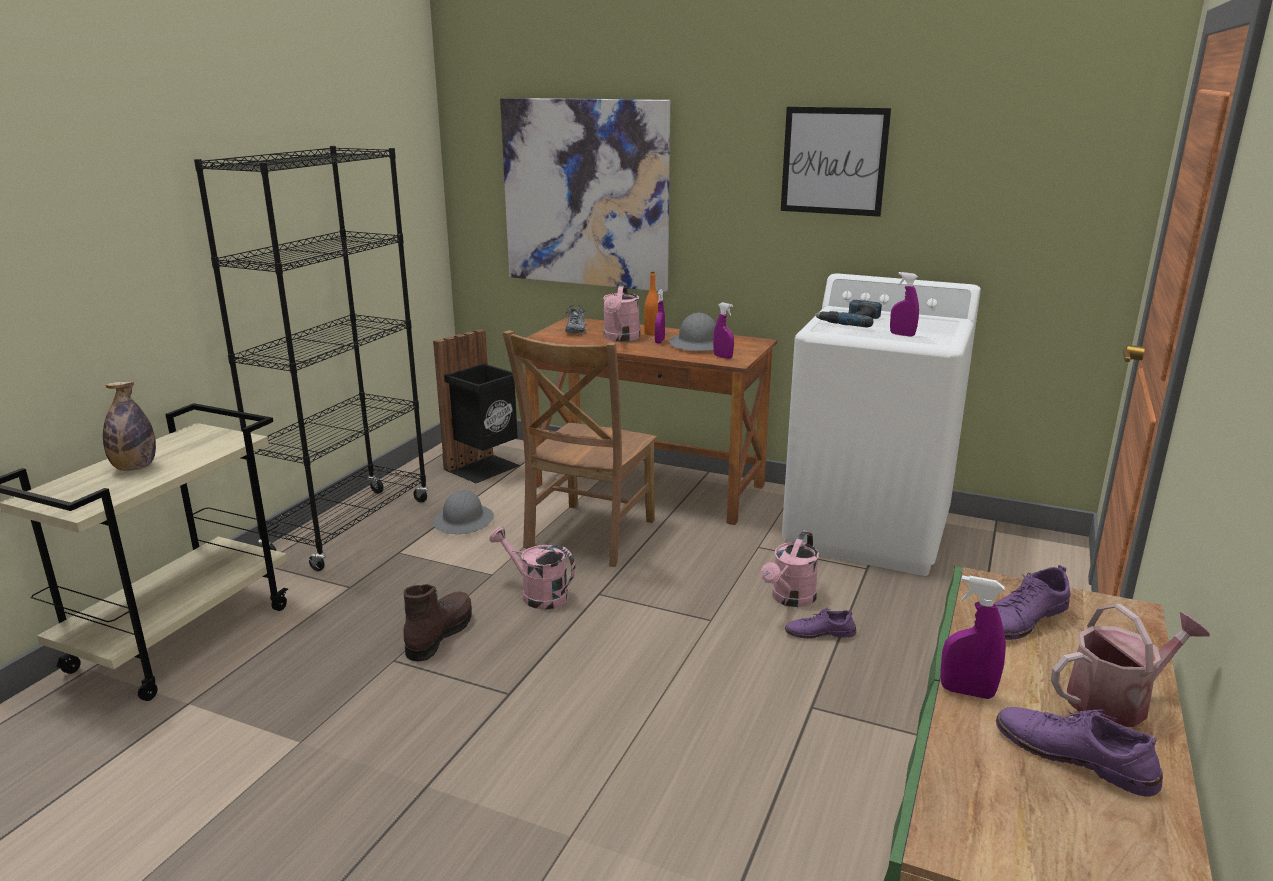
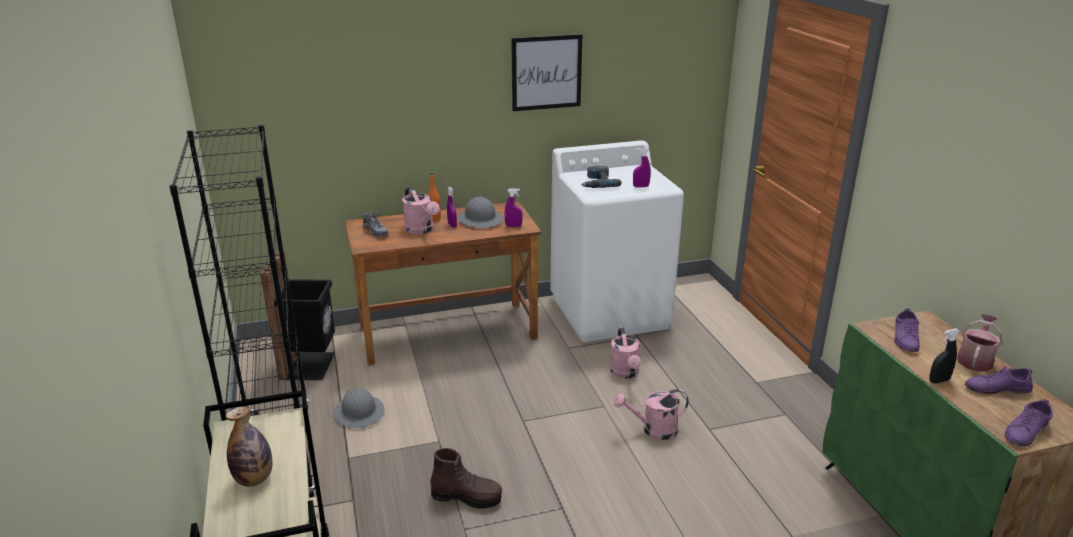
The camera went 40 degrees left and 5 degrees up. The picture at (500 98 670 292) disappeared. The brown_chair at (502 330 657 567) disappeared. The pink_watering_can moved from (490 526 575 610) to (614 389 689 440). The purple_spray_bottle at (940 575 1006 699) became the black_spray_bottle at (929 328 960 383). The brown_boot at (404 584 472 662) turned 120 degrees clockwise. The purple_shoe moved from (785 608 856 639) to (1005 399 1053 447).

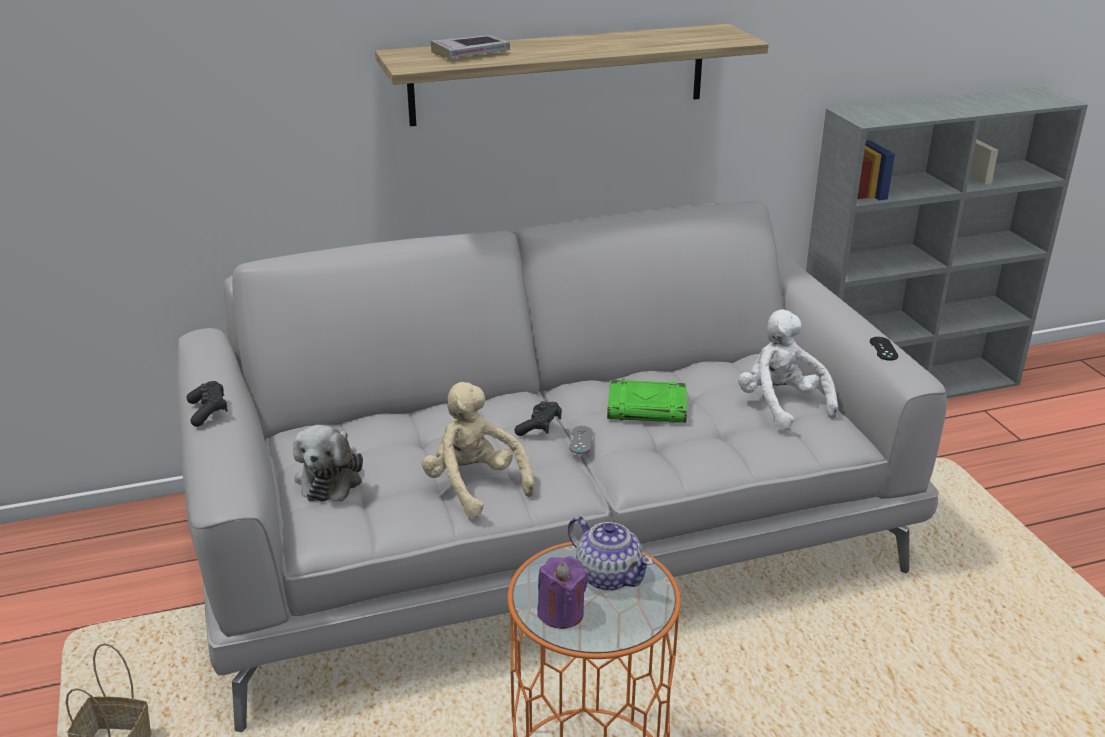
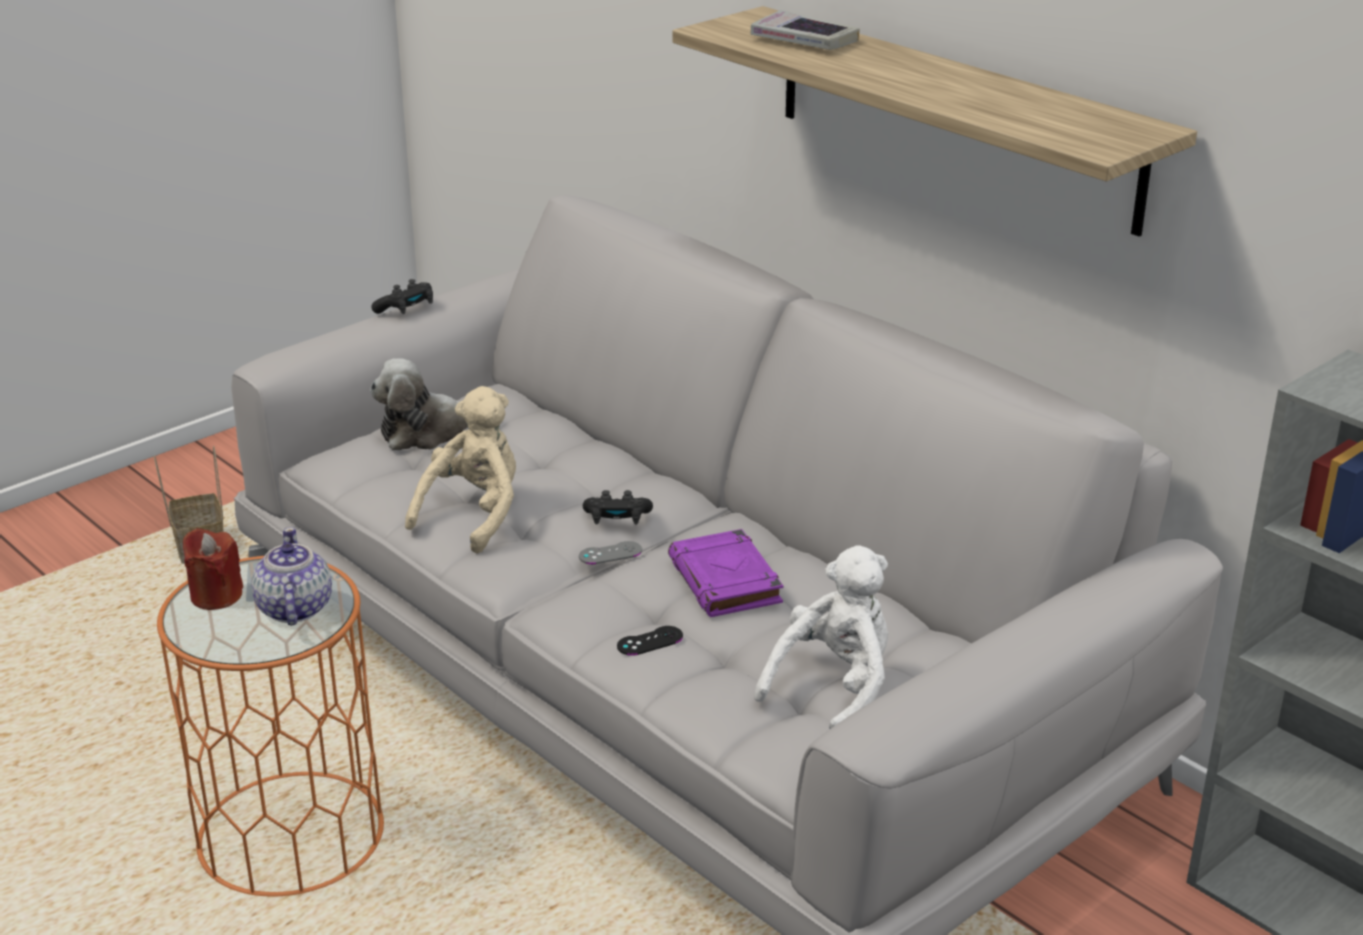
The camera went 65 degrees right and 0 degrees up. The black_game_controller moved from (870 337 898 361) to (617 626 683 656). The green_book at (607 379 687 423) became the purple_book at (668 529 783 617). The teapot at (568 516 654 591) turned 150 degrees clockwise. The purple_candle at (537 556 588 629) became the red_candle at (183 528 243 610).

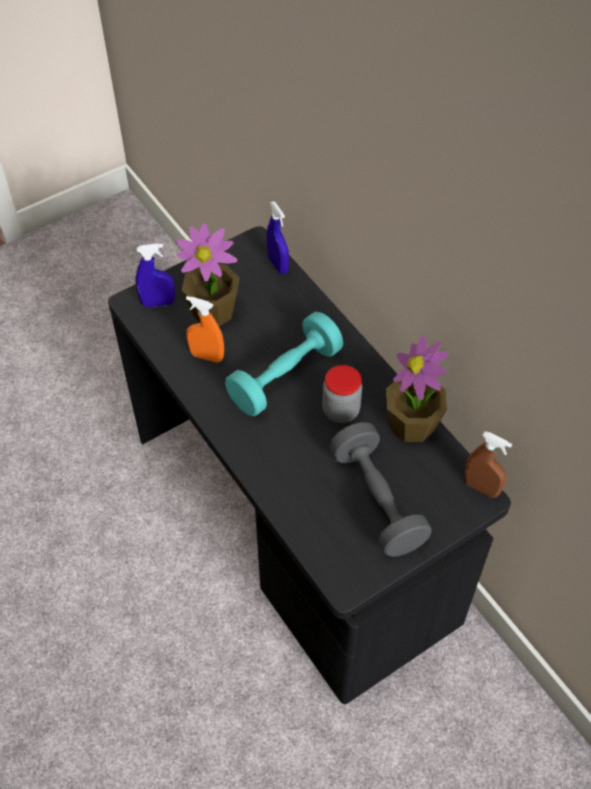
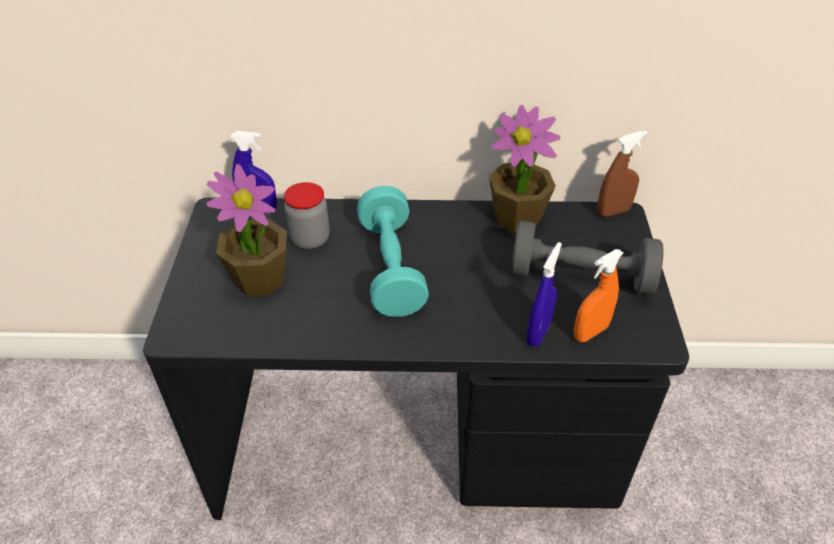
The camera went 55 degrees left and 10 degrees down. The blue_spray_bottle moved from (136 243 175 307) to (527 242 562 347). The orange_spray_bottle moved from (186 296 224 363) to (574 249 623 342). The jar moved from (322 365 362 423) to (284 182 330 249).

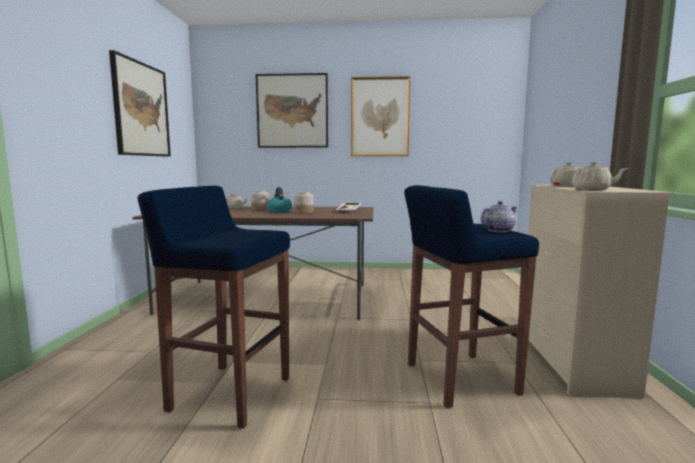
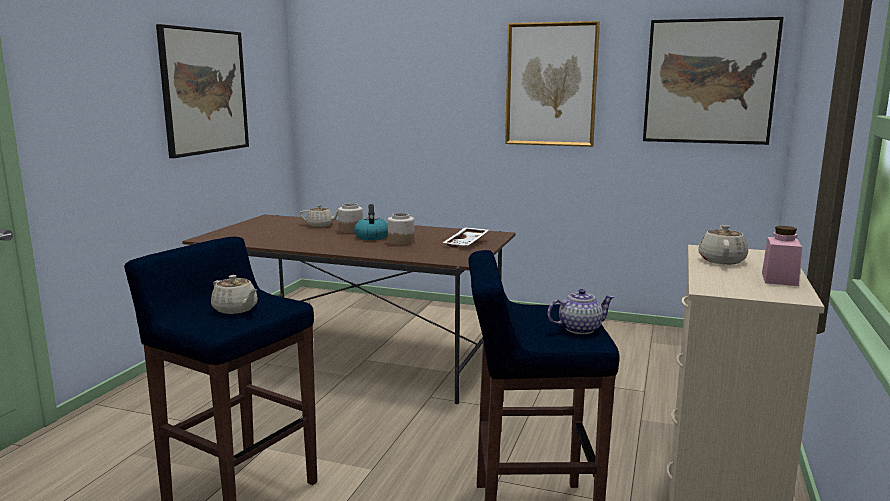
The camera went 15 degrees right and 5 degrees up. The picture moved from (256 73 328 148) to (643 17 784 145). The beige_teapot moved from (563 162 628 190) to (211 275 258 314). The pink_jar at (762 226 802 286) appeared.

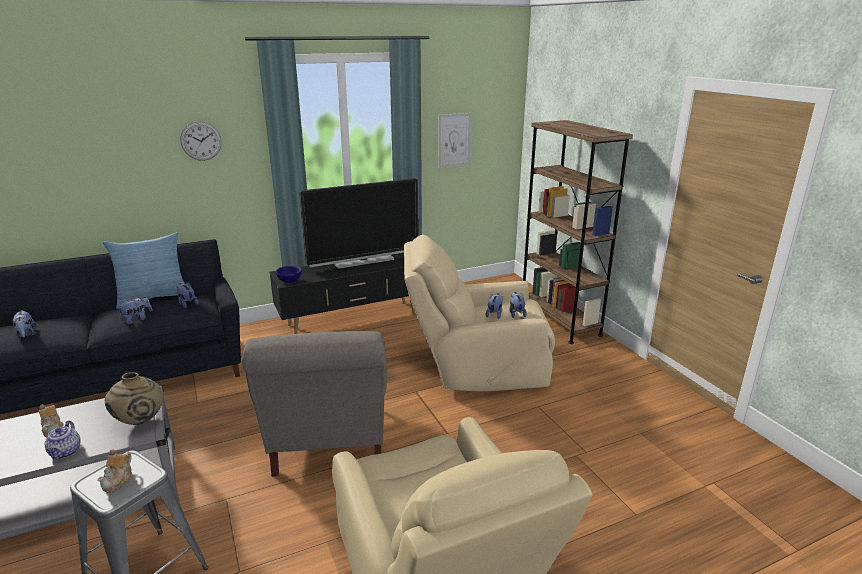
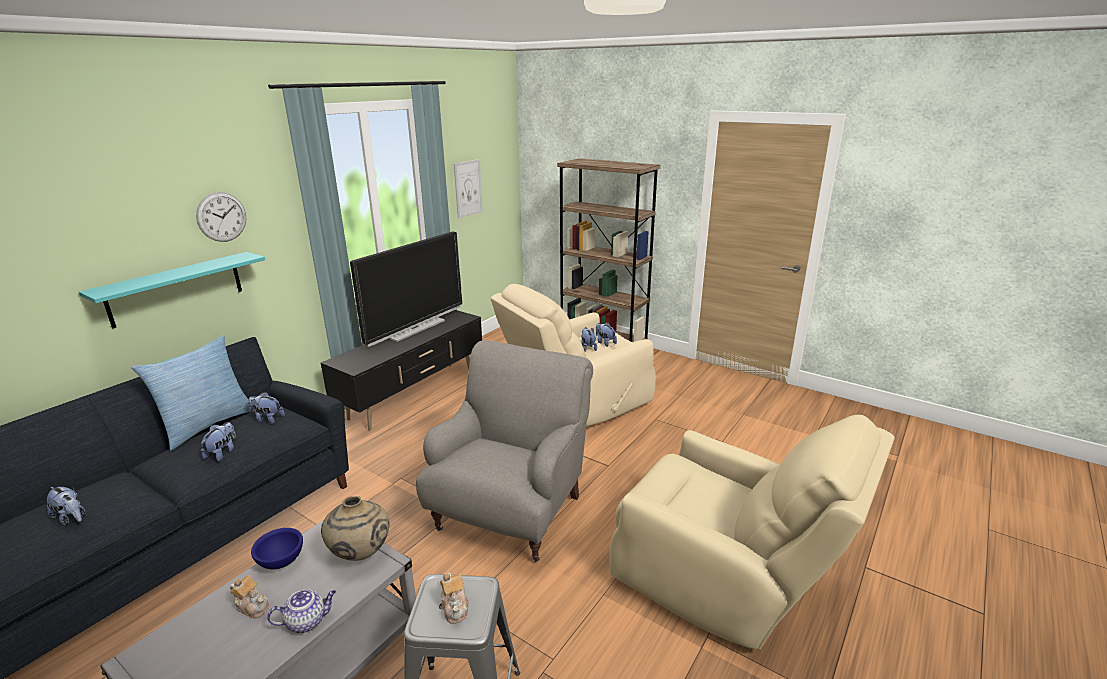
The camera went 30 degrees left and 0 degrees up. The blue_bowl moved from (276 266 302 283) to (251 528 303 569). The grey_armchair at (242 331 387 477) turned 120 degrees counterclockwise. The teapot at (44 421 81 460) turned 75 degrees counterclockwise. The turquoise_shelf at (79 252 265 328) appeared.

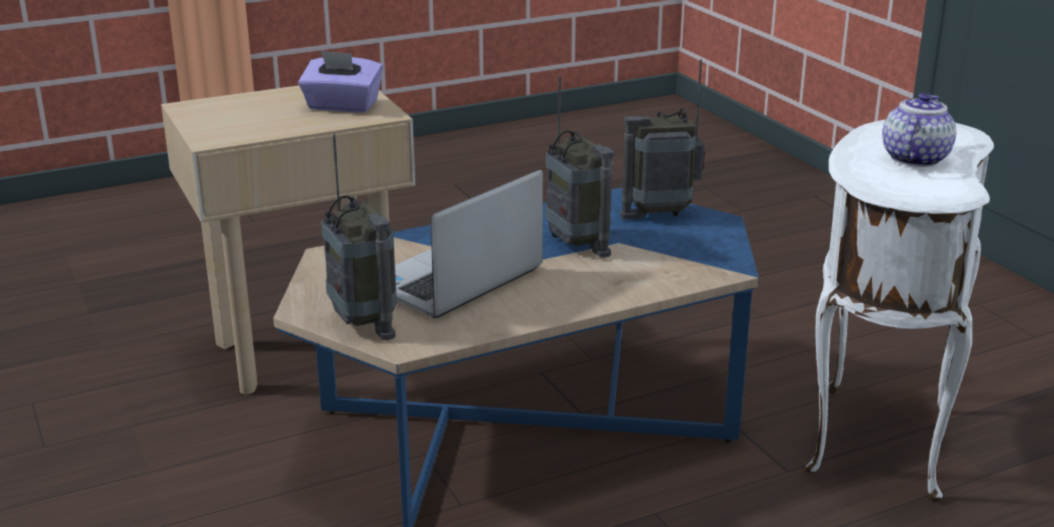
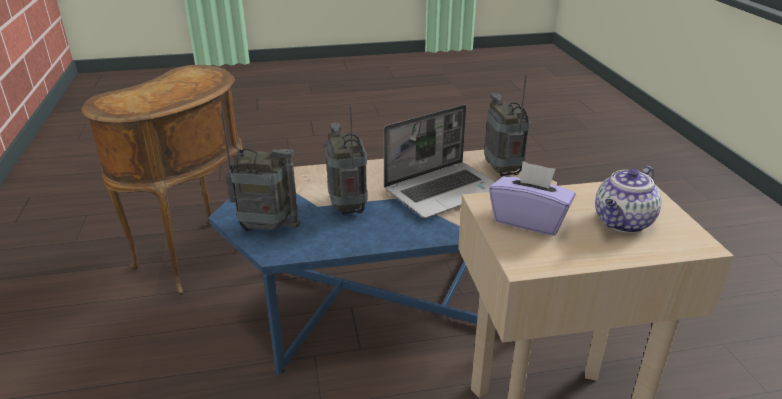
The camera went 165 degrees left and 5 degrees up. The teapot moved from (882 93 956 167) to (595 166 662 233). The white_side_table at (805 120 994 502) became the brown_side_table at (81 65 243 295).

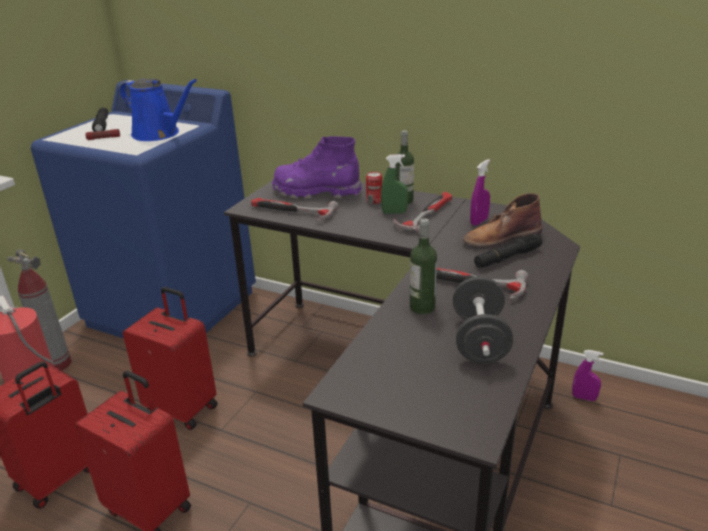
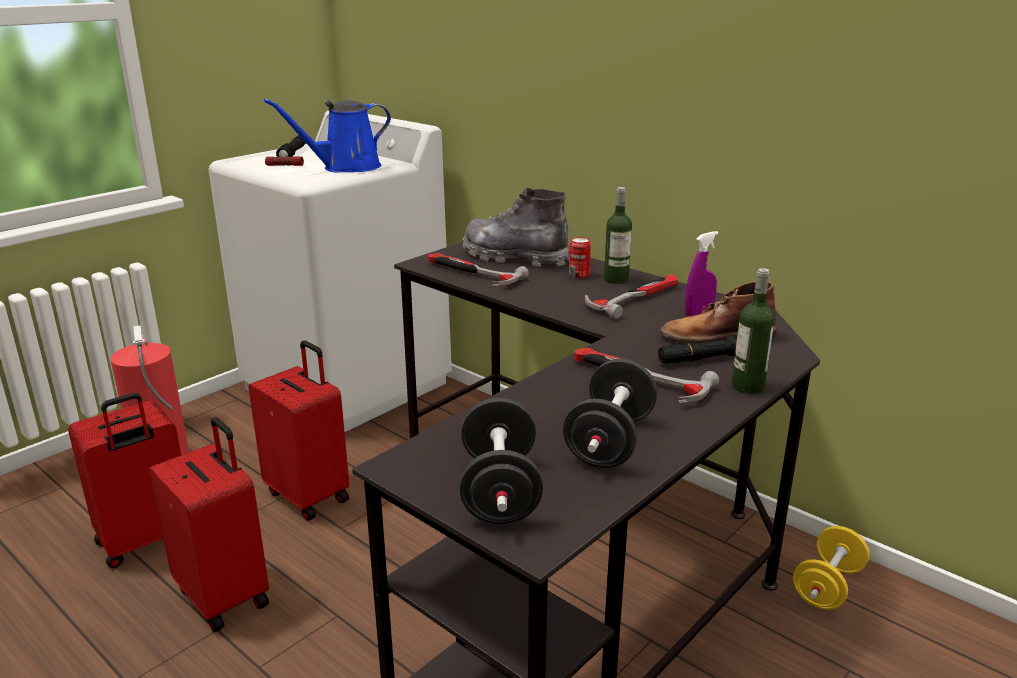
The camera went 15 degrees right and 5 degrees down. The blue_watering_can at (119 78 197 141) turned 105 degrees clockwise. The blue_washing_machine at (31 80 256 338) became the white_washing_machine at (208 110 452 432). The purple_boot at (272 136 362 199) became the grey_boot at (462 187 570 267). The green_spray_bottle at (381 154 408 214) disappeared. The bottle moved from (410 218 437 314) to (731 268 775 394). The fire_extinguisher at (7 249 72 371) disappeared. The purple_spray_bottle at (572 350 603 401) was replaced by the yellow_dumbbell at (793 526 870 610). The black_dumbbell at (460 398 543 524) appeared.

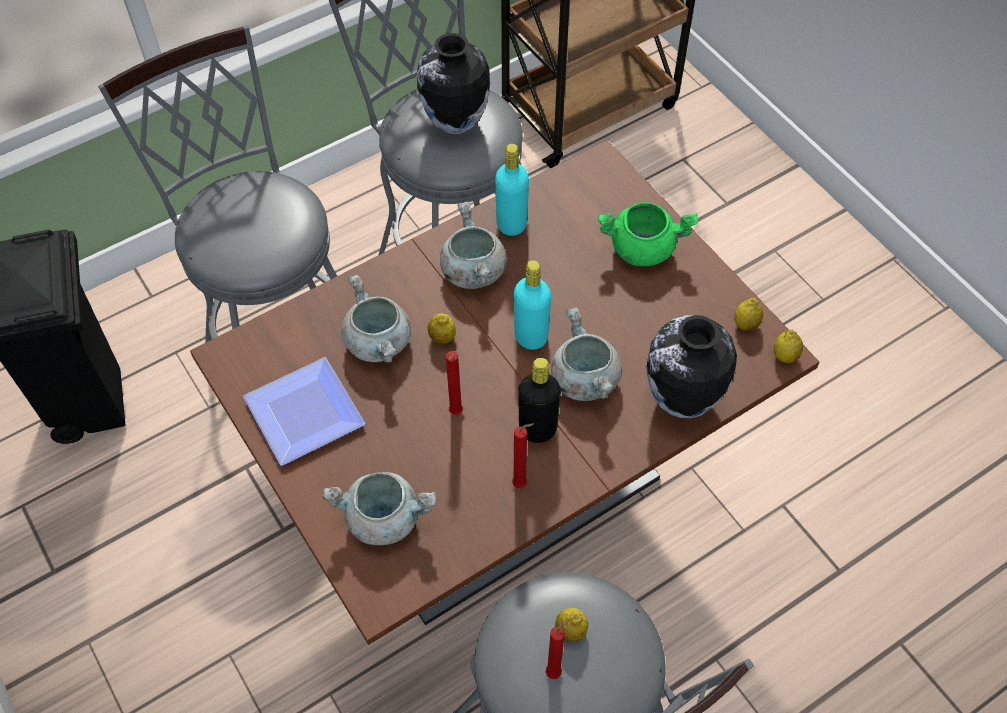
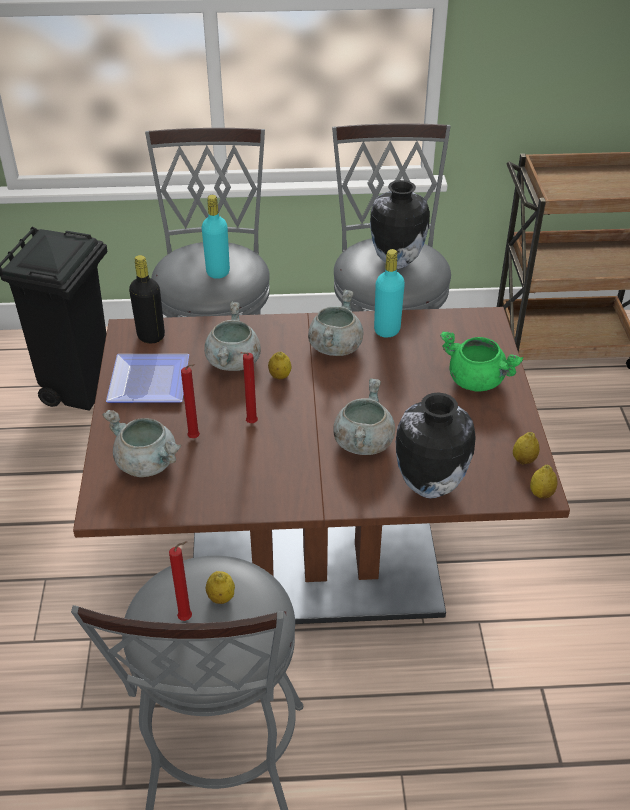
The camera went 30 degrees right and 15 degrees down. The turquoise_bottle moved from (514 260 551 350) to (202 195 230 279). The black_bottle moved from (518 358 561 443) to (129 255 165 343). The red_candle moved from (512 423 534 488) to (181 364 200 438).

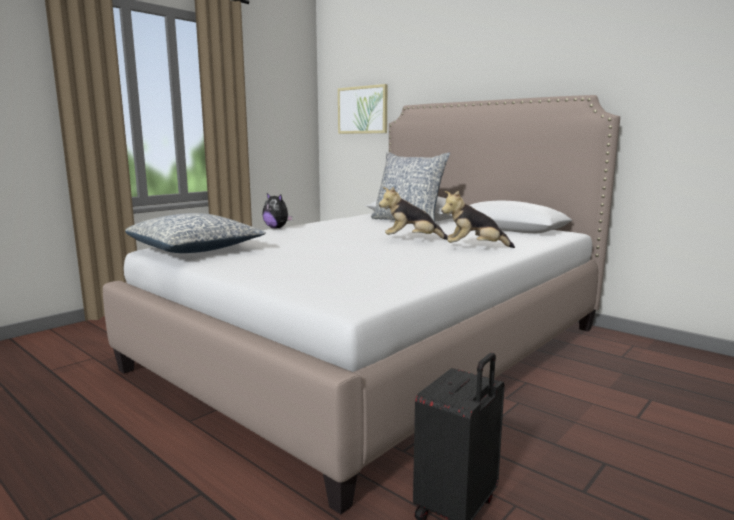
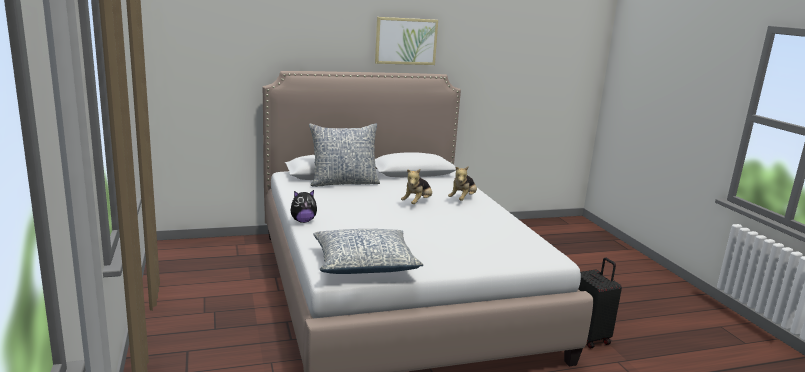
The camera went 60 degrees left and 5 degrees up. The picture moved from (338 84 387 134) to (375 17 438 65).

